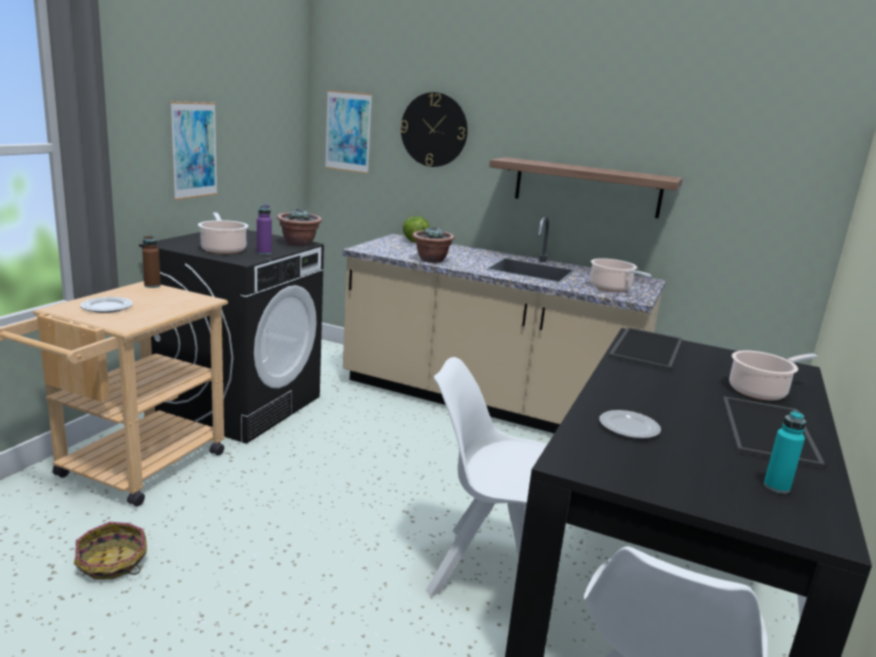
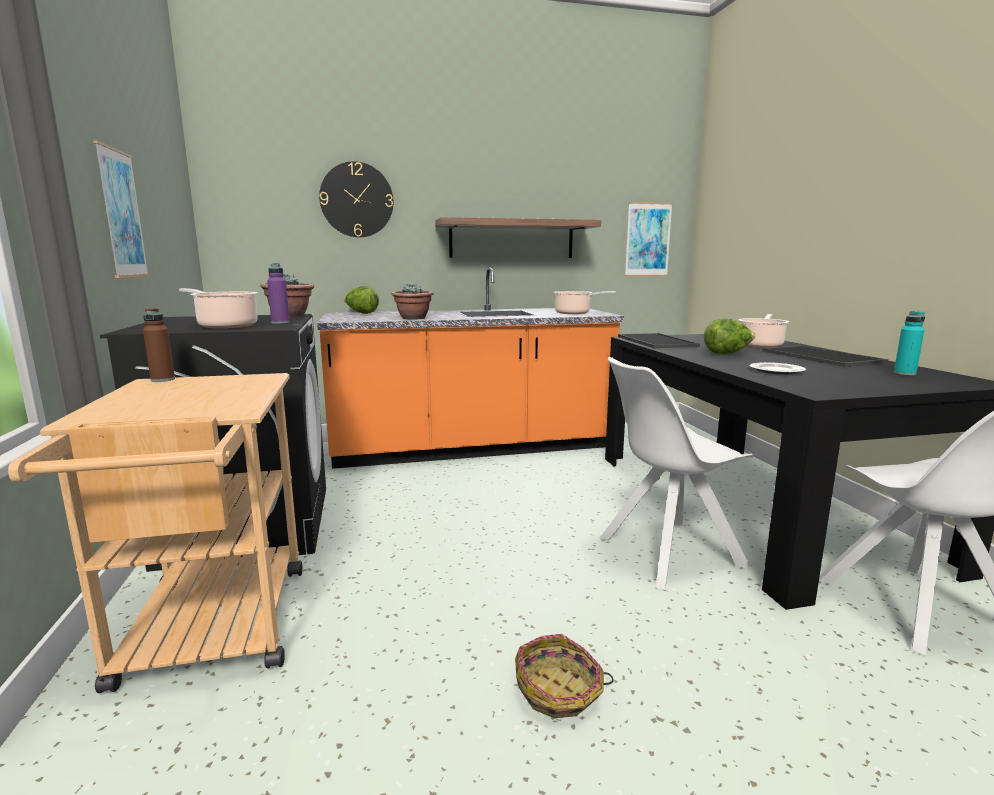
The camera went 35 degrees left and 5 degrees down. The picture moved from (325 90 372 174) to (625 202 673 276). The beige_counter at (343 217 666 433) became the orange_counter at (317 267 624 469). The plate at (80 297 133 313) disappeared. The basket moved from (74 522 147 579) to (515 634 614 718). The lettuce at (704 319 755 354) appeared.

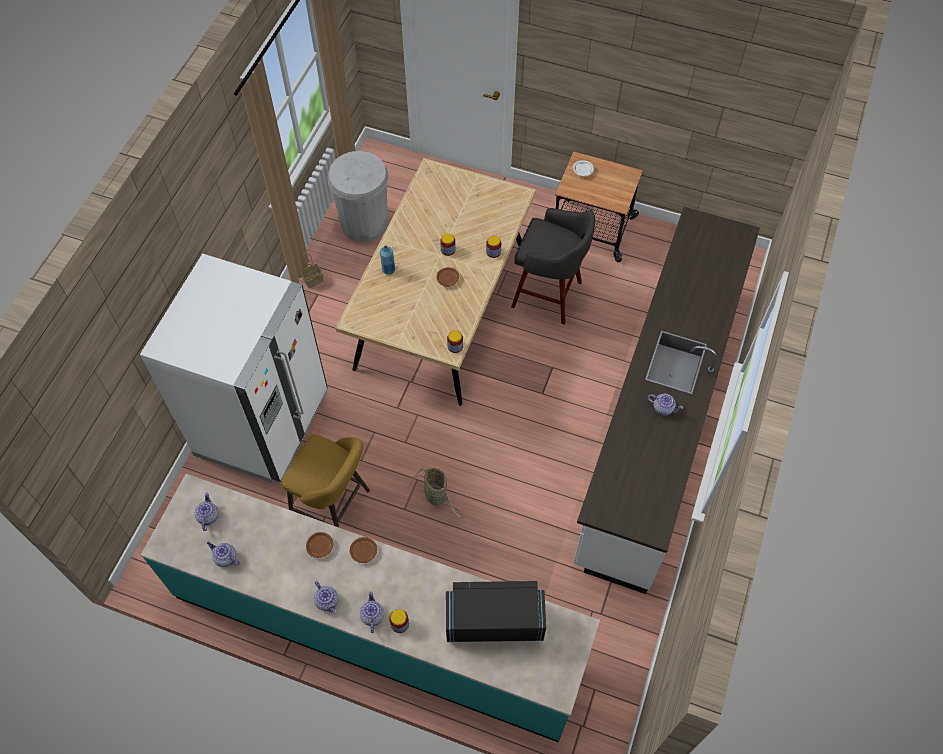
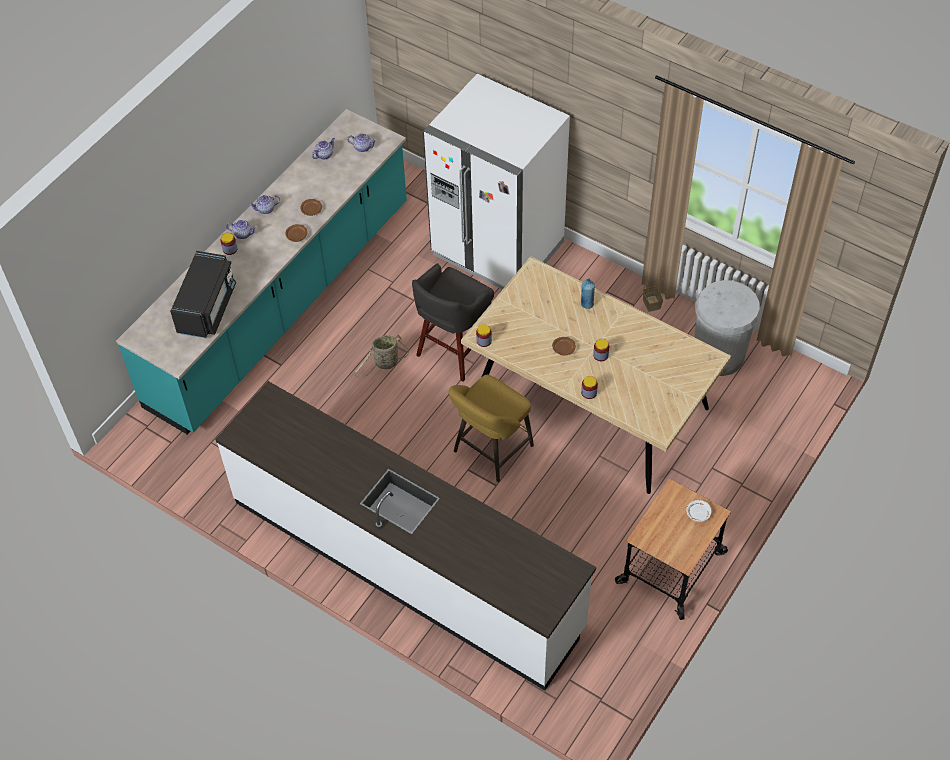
The camera went 105 degrees right and 5 degrees down. The grey_stool moved from (511 208 595 324) to (412 263 494 382). The teapot at (648 394 683 416) disappeared. The yellow_stool moved from (282 435 370 527) to (448 375 534 482).

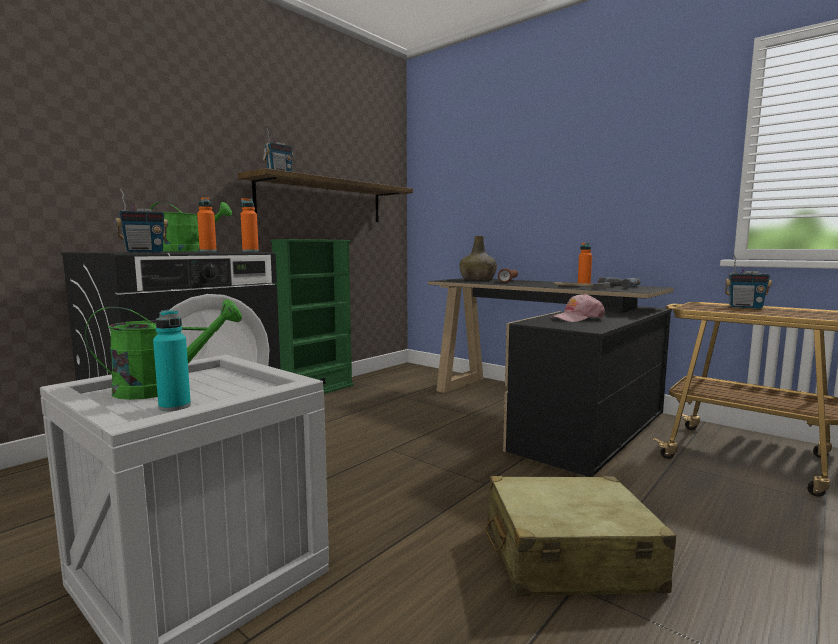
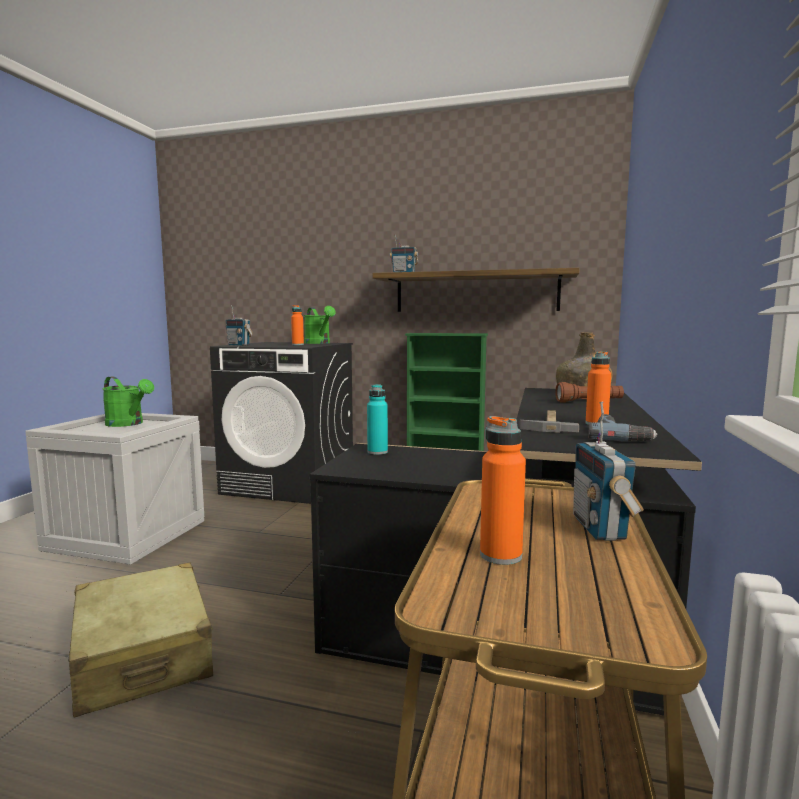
The camera went 65 degrees right and 0 degrees up. The orange_bottle moved from (241 198 259 252) to (480 416 526 565). The pink_cap at (550 294 605 322) disappeared. The turquoise_bottle moved from (153 310 191 411) to (367 384 388 455).

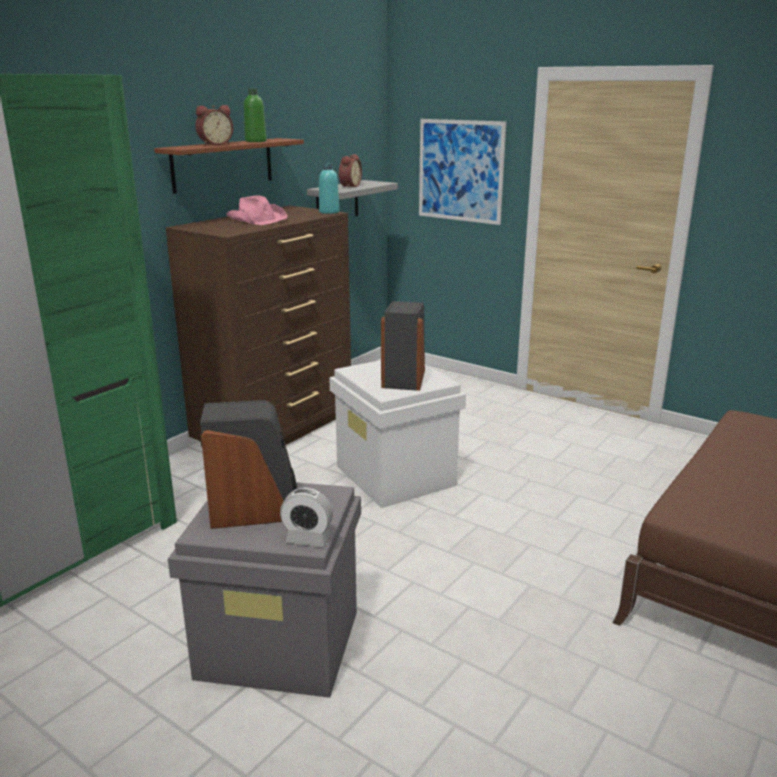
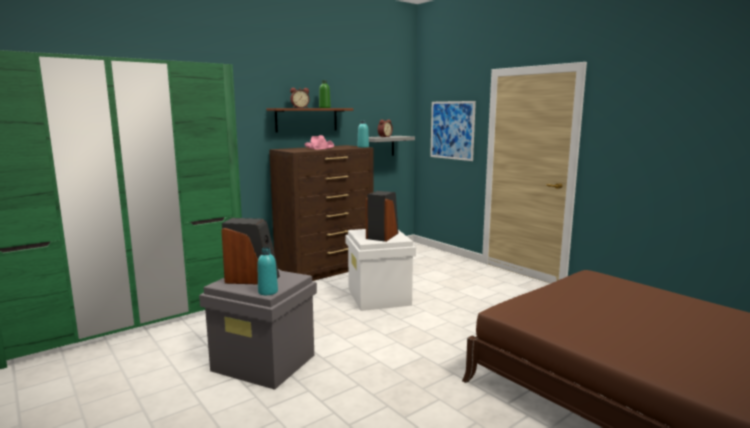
The camera went 15 degrees right and 10 degrees down. The alarm_clock at (280 488 333 547) was replaced by the turquoise_bottle at (258 247 278 295).

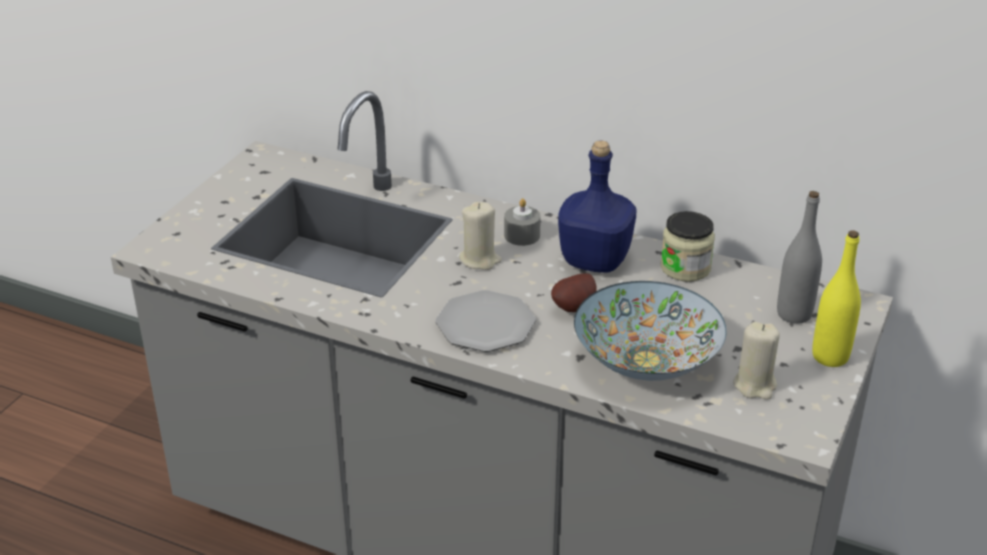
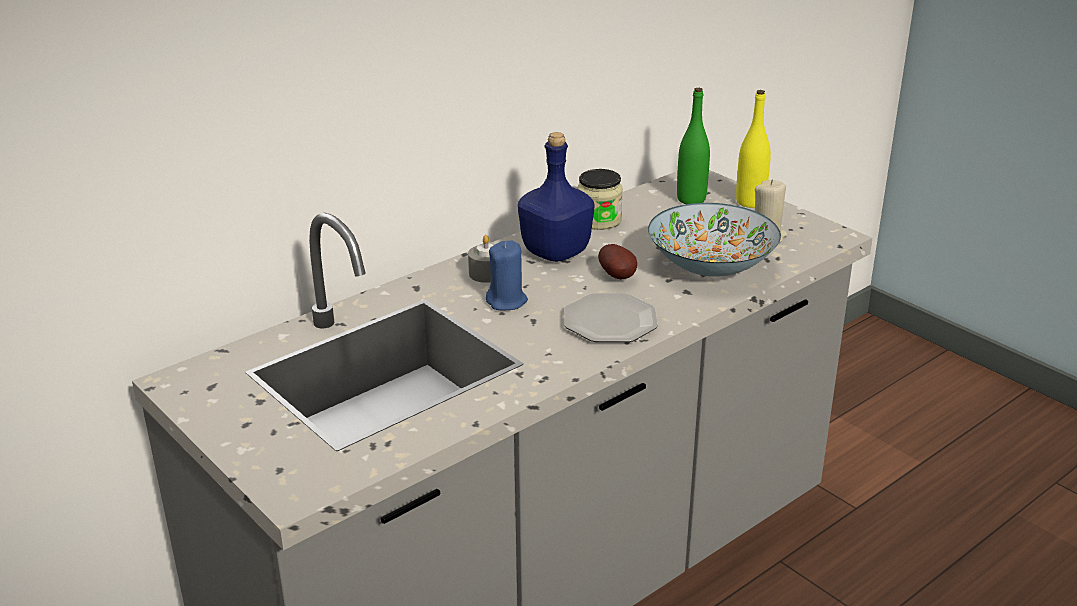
The camera went 65 degrees left and 5 degrees down. The grey_bottle at (777 191 822 324) became the green_bottle at (677 88 710 204). The beige_candle at (459 202 502 270) became the blue_candle at (486 241 528 310).

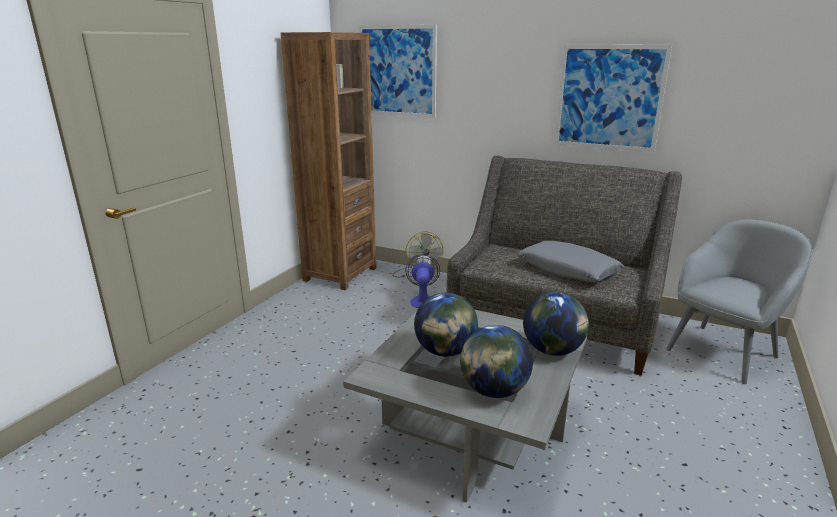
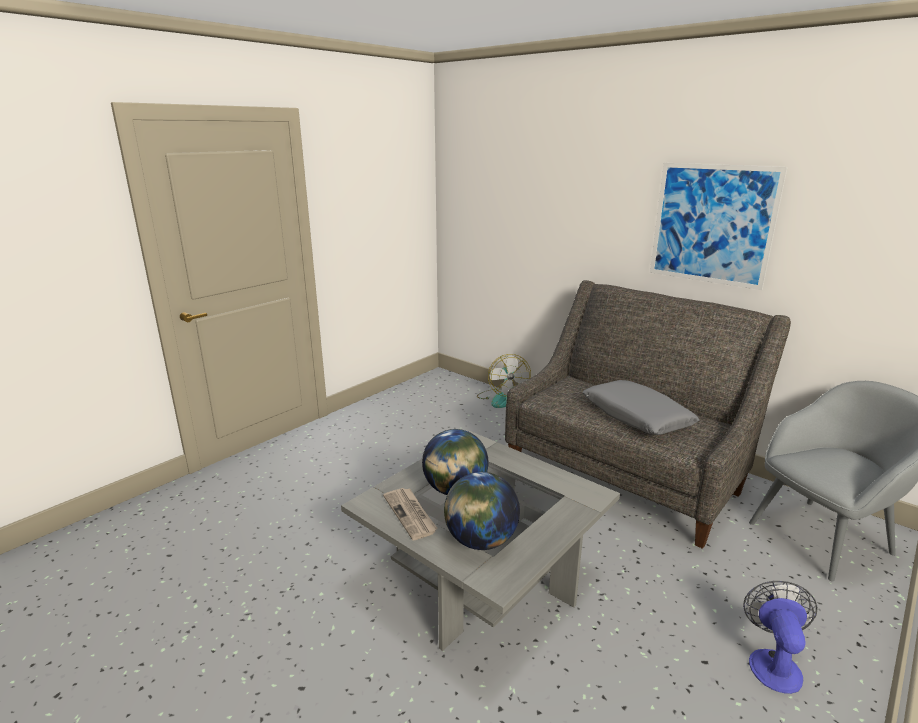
The camera went 15 degrees right and 0 degrees up. The picture at (359 25 437 118) disappeared. The brown_bookcase at (281 32 376 290) disappeared. The fan moved from (405 254 440 308) to (743 581 818 694). The globe at (523 292 589 356) disappeared. The newspaper at (383 488 438 540) appeared.

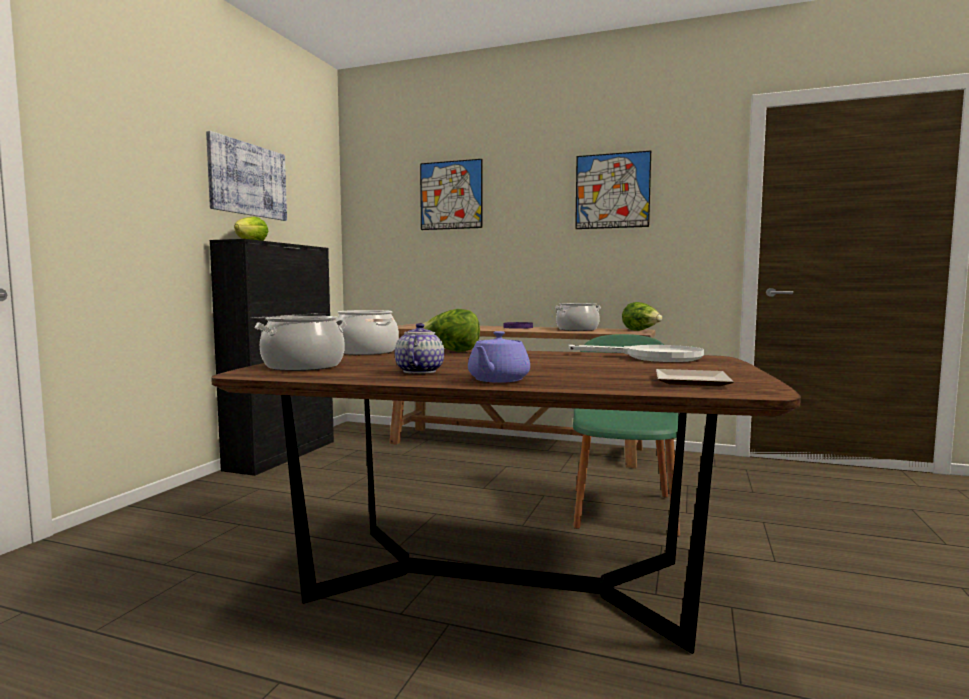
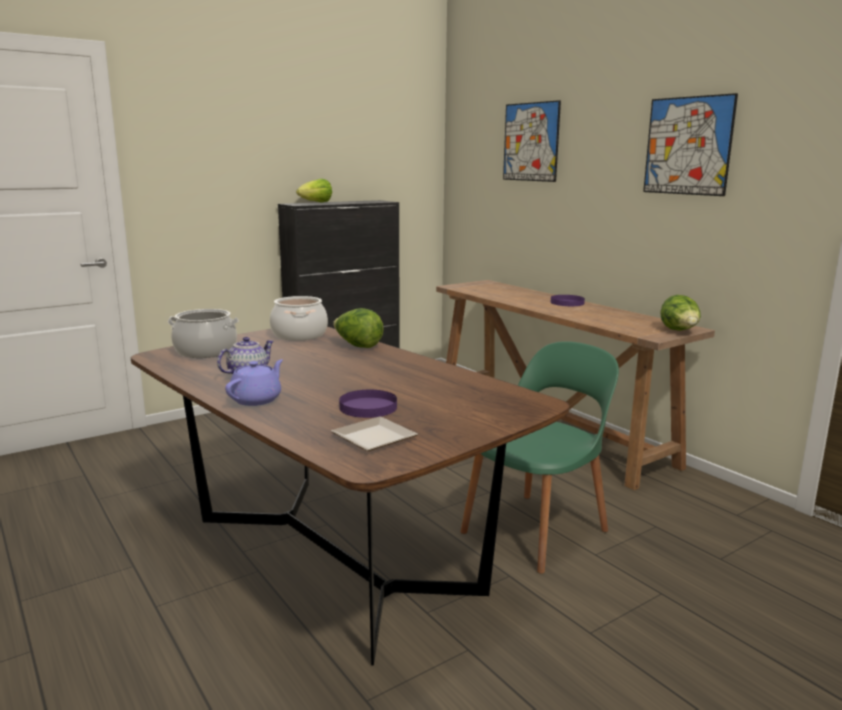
The camera went 35 degrees right and 10 degrees up. The picture at (206 131 287 221) disappeared. The cooking_pot at (555 303 601 331) disappeared. The purple_teapot at (468 331 530 383) turned 150 degrees clockwise. The white_frying_pan at (568 345 704 362) disappeared. The purple_plate at (339 390 397 418) appeared.

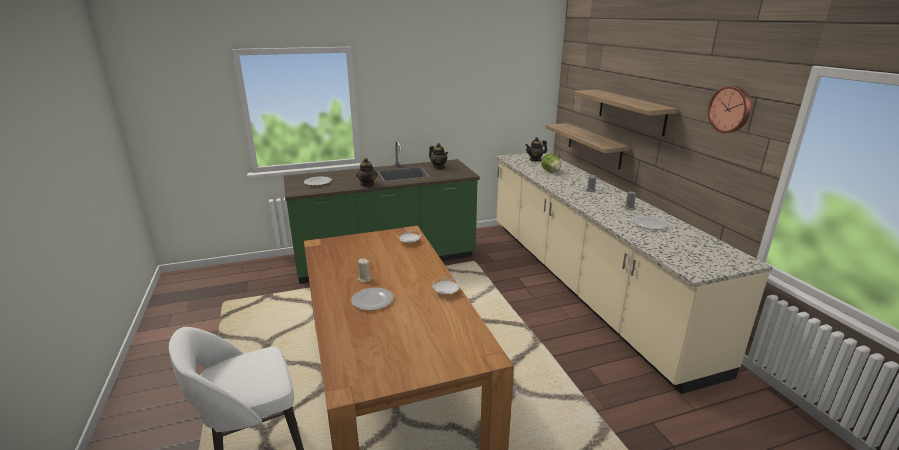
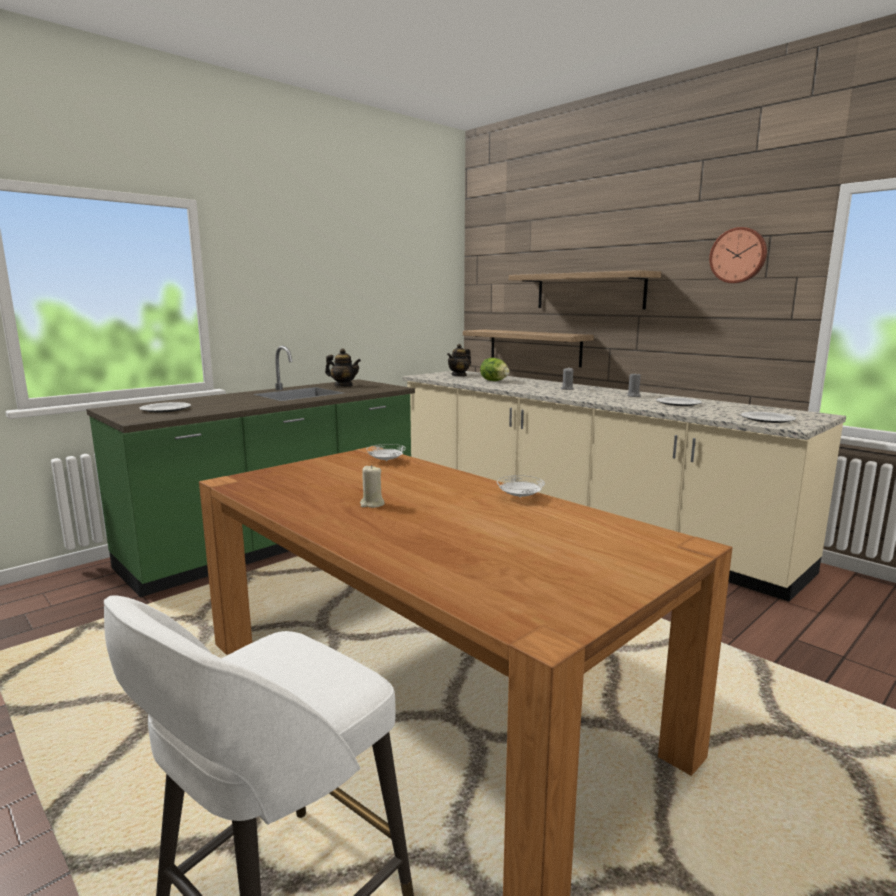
The camera went 25 degrees left and 10 degrees down. The teapot at (356 158 377 186) disappeared. The plate moved from (351 288 393 310) to (741 412 796 423).

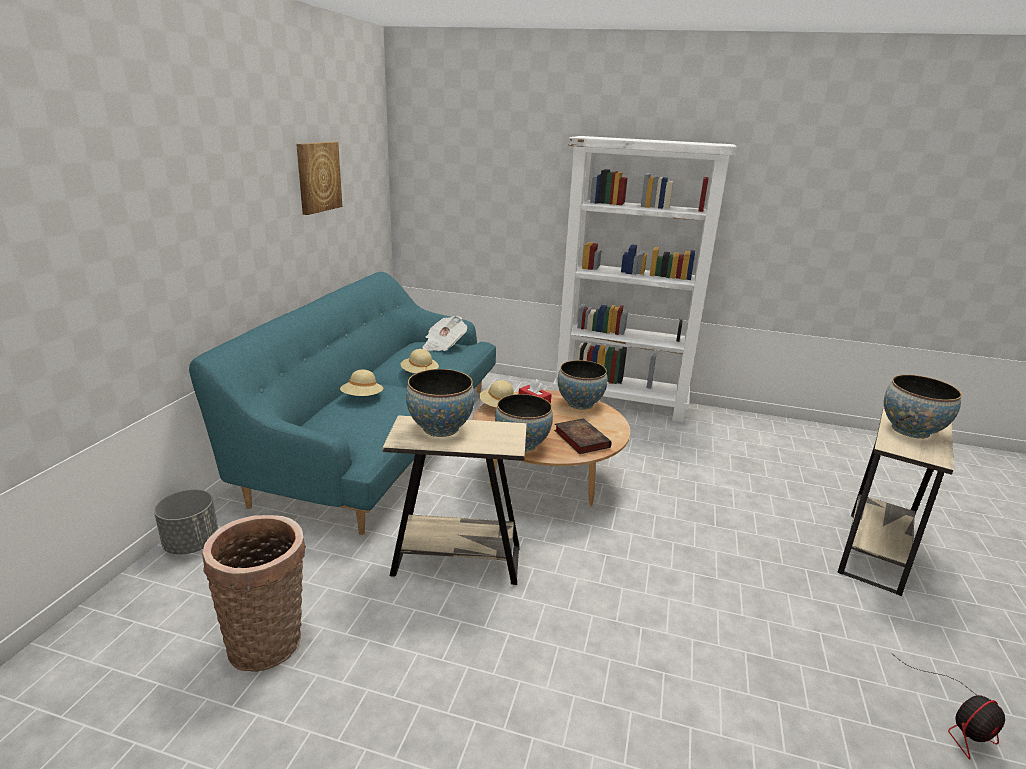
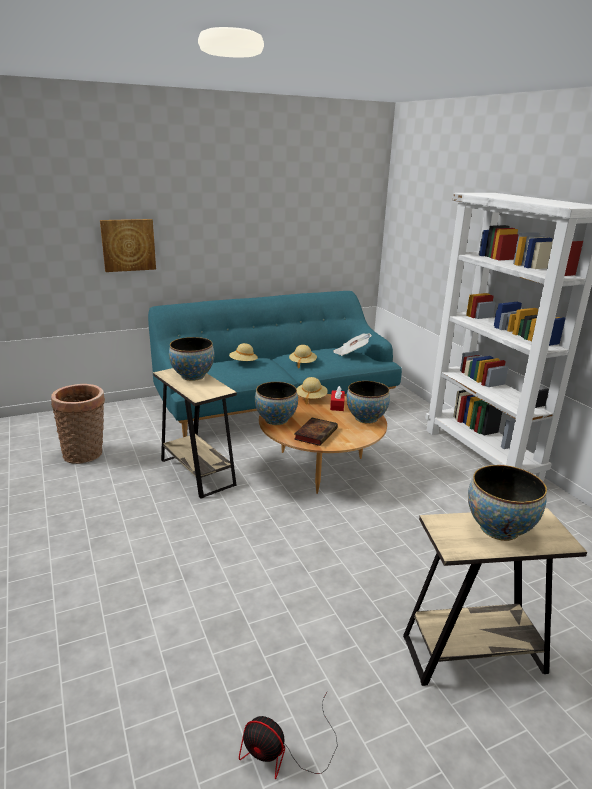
The camera went 50 degrees right and 0 degrees up. The picture moved from (296 142 342 215) to (100 219 156 272). The grey_planter at (154 489 218 555) disappeared.

